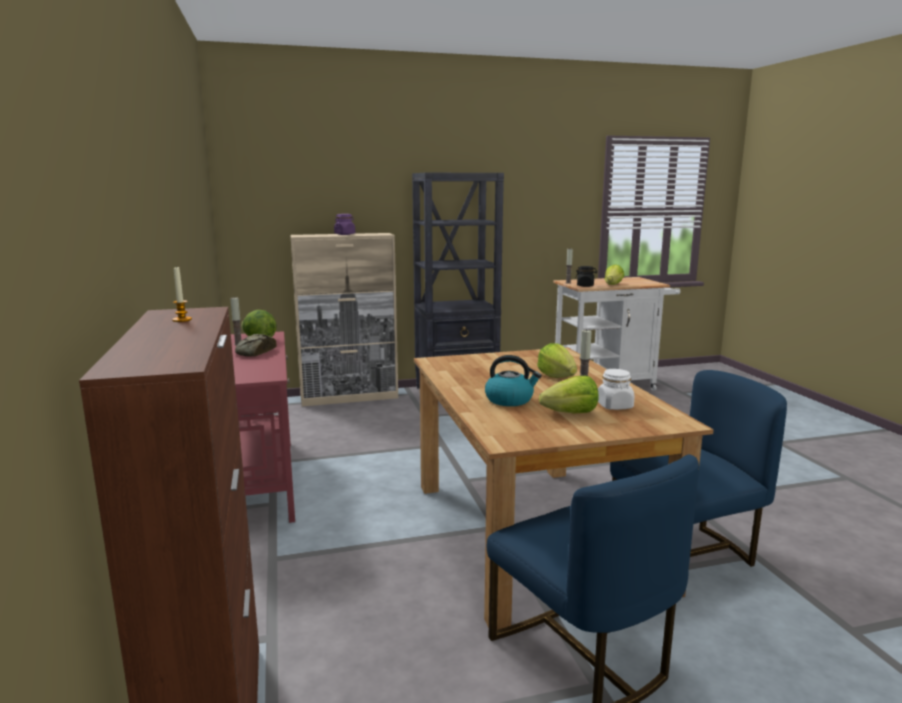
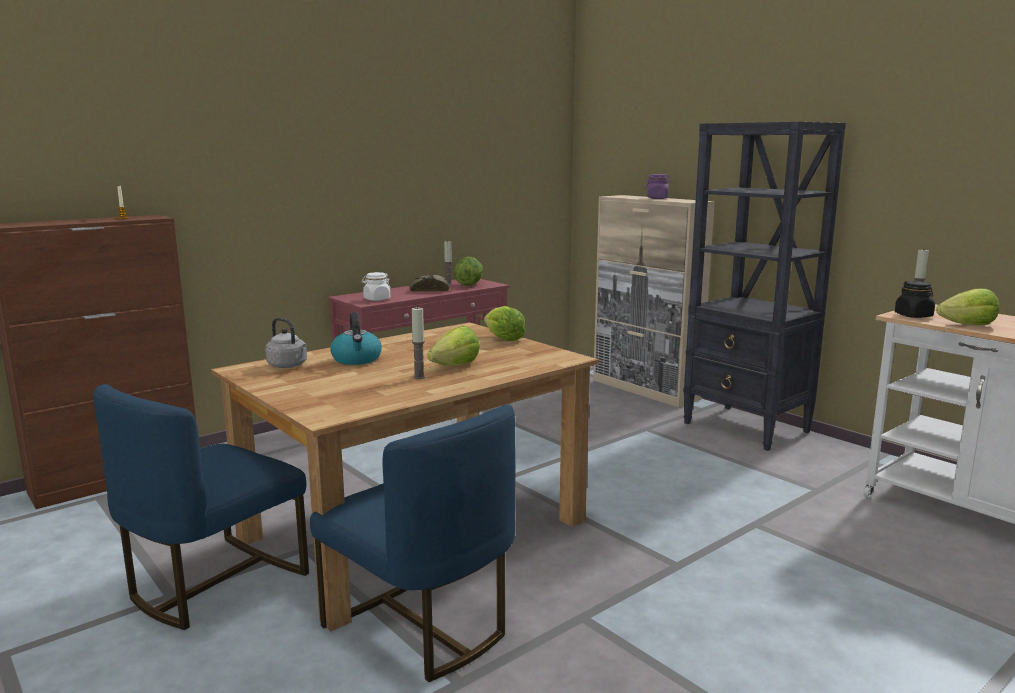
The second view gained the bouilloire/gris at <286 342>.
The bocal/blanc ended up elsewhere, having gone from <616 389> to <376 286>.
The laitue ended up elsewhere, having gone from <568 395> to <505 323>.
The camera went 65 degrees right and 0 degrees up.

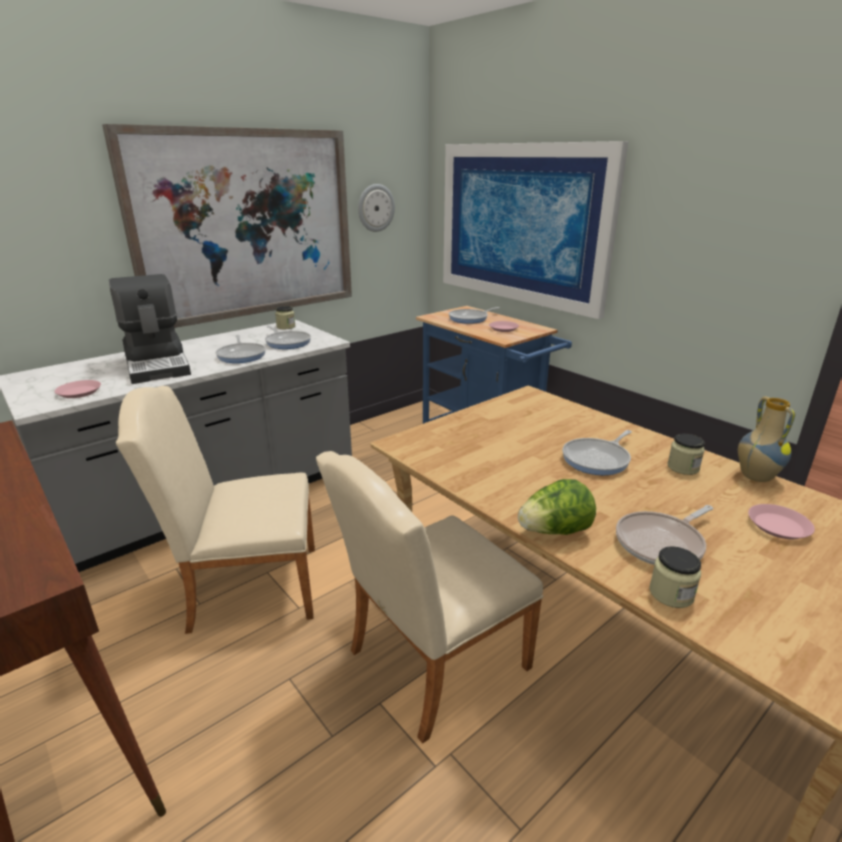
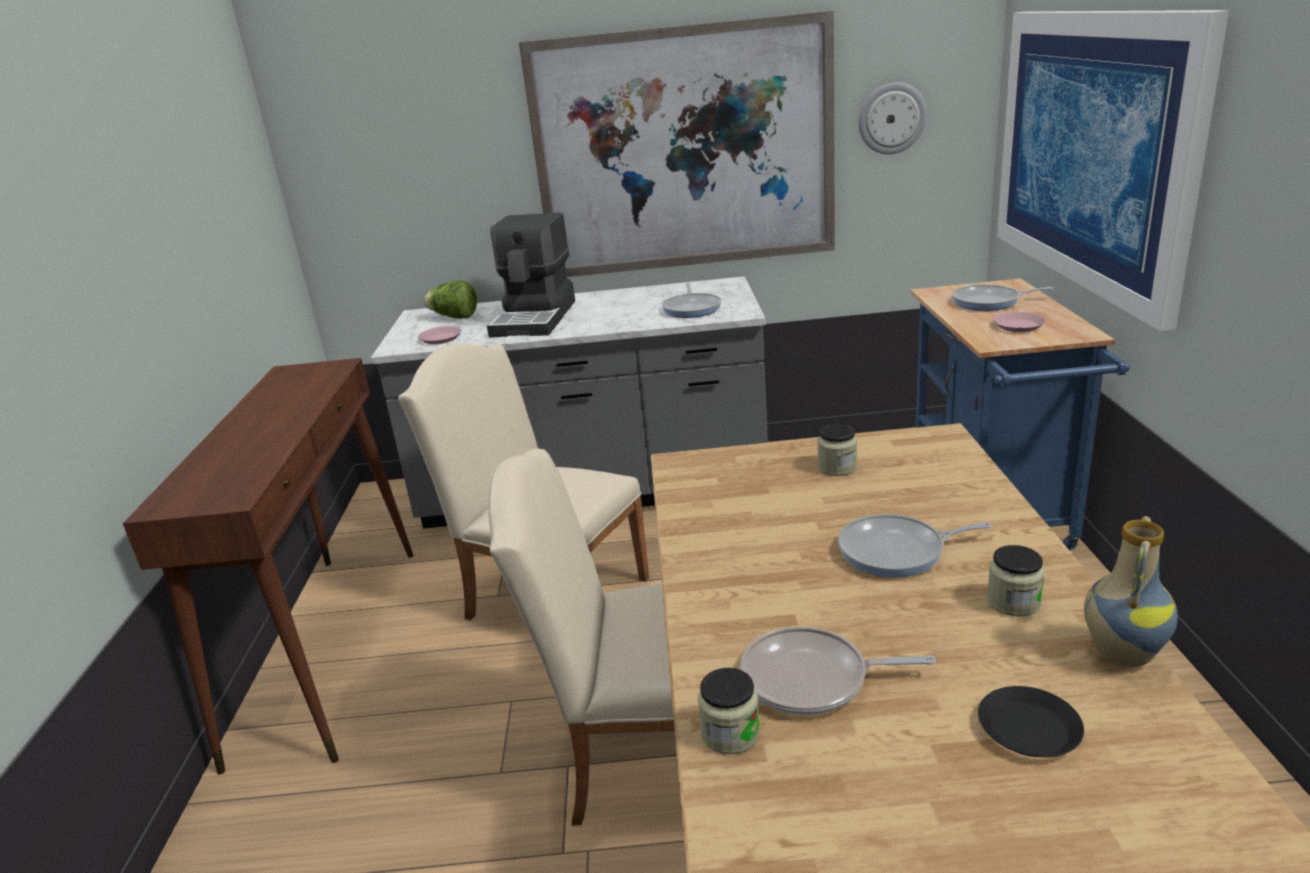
The laitue ended up elsewhere, having gone from <557 507> to <450 299>.
The bocal ended up elsewhere, having gone from <285 317> to <837 450>.
What was the assiette/rose at <781 521> turned into the assiette/noir at <1031 721>.
The second view lost the poêle at <241 349>.
The camera went 40 degrees right and 0 degrees up.

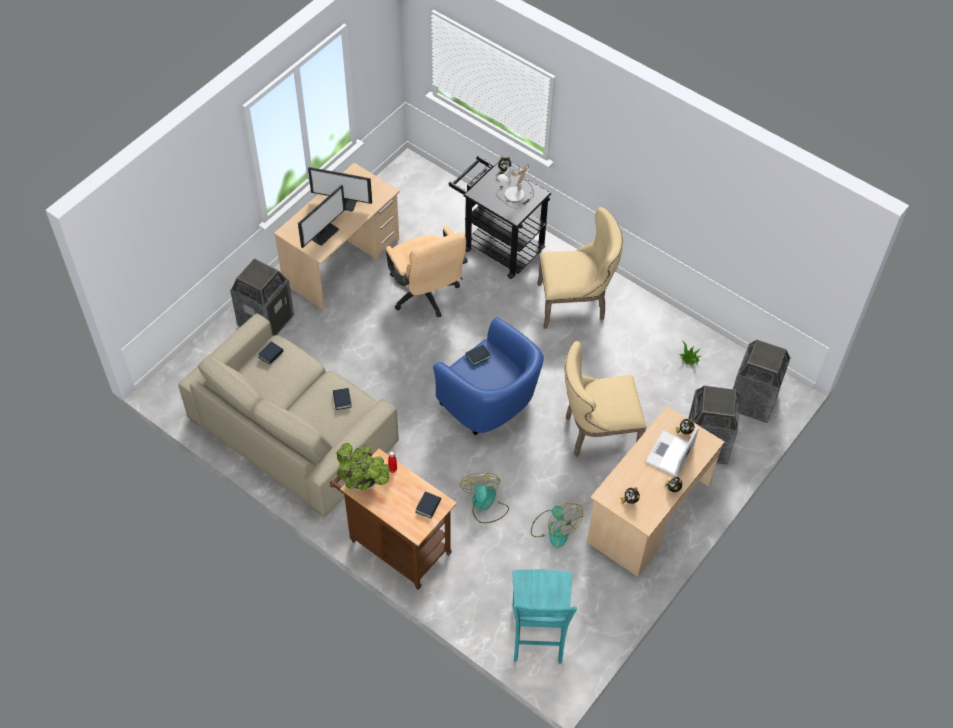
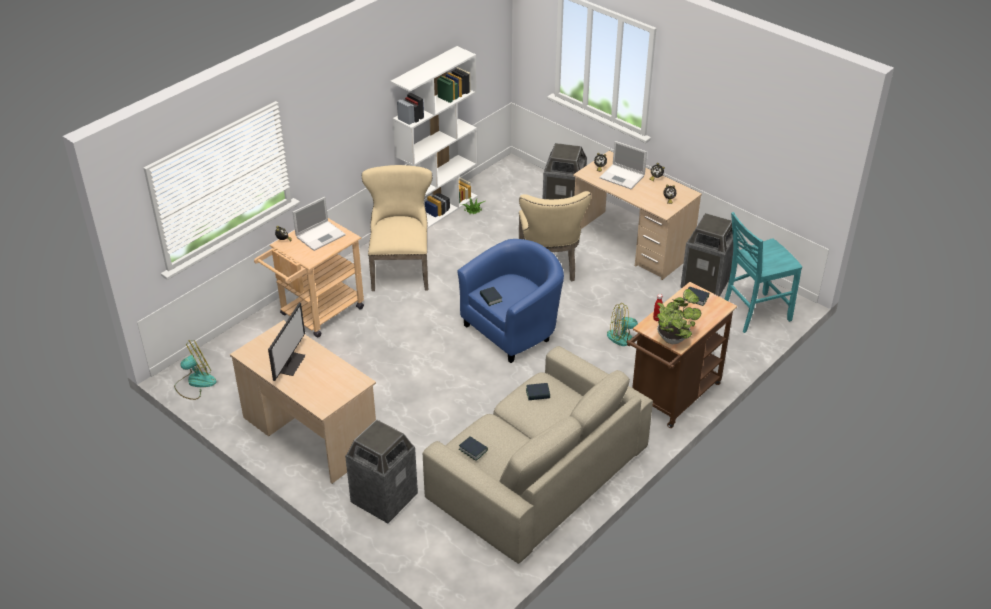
The ventilateur ended up elsewhere, having gone from <557 525> to <195 370>.
What was the chariot/noir at <500 217> turned into the chariot/beige at <309 278>.
Where the lampe de table stood at <515 186>, the ordinateur portable came to stand at <319 224>.
The second view gained the bibliothèque/blanc at <434 137>.
The poubelle ended up elsewhere, having gone from <762 381> to <706 255>.
The chaise/turquoise at <544 616> ended up facing another way, 150 degrees clockwise from before.
The second view lost the écran d'ordinateur at <321 216>.
The second view lost the chaise de bureau/beige at <427 271>.
The camera went 85 degrees left and 15 degrees down.

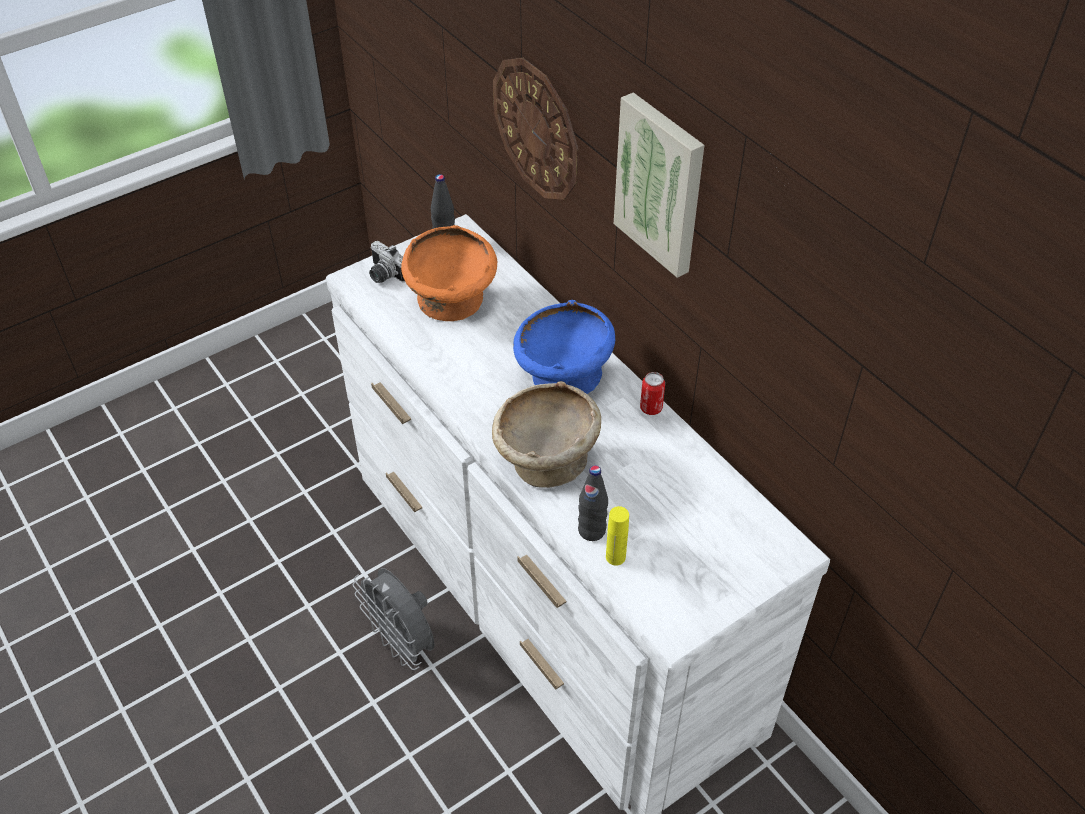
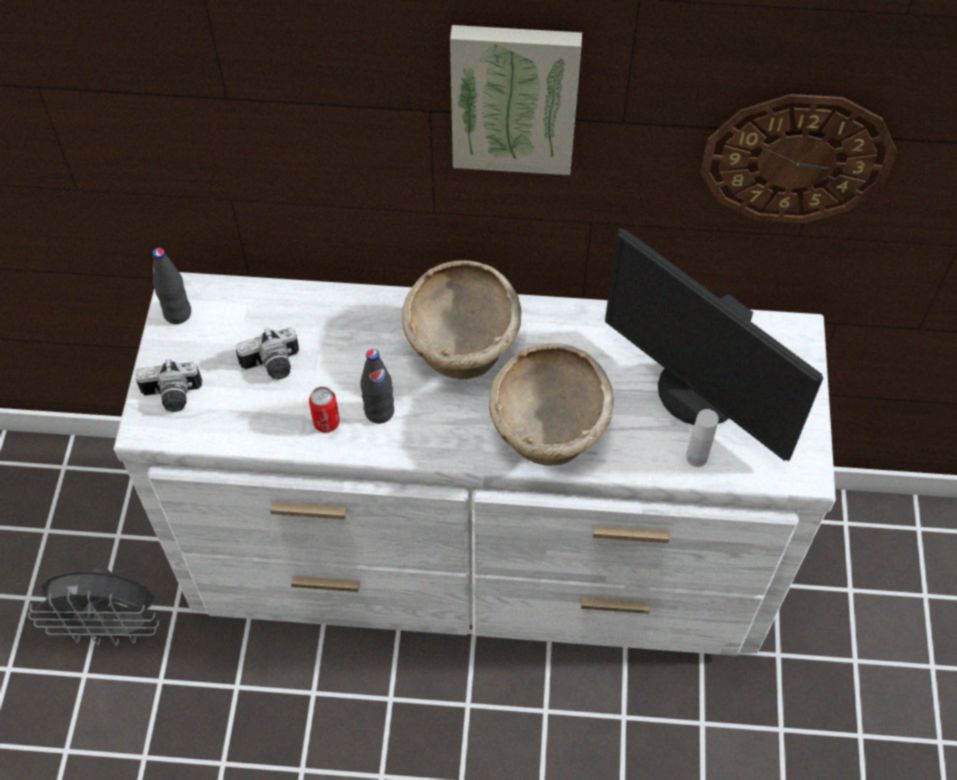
The ventilateur/gris ended up elsewhere, having gone from <394 619> to <93 607>.
Where the bol/orange stood at <449 273>, the appareil photo came to stand at <267 353>.
The boîte métallique ended up elsewhere, having gone from <652 393> to <324 410>.
The bouteille/noir ended up elsewhere, having gone from <593 503> to <377 386>.
What was the bol/bleu at <564 347> turned into the bol/beige at <461 319>.
The second view gained the écran d'ordinateur at <714 344>.
What was the bouteille/jaune at <617 536> turned into the bouteille/blanc at <702 438>.
The horloge murale ended up elsewhere, having gone from <536 129> to <799 158>.
The camera went 50 degrees left and 10 degrees up.

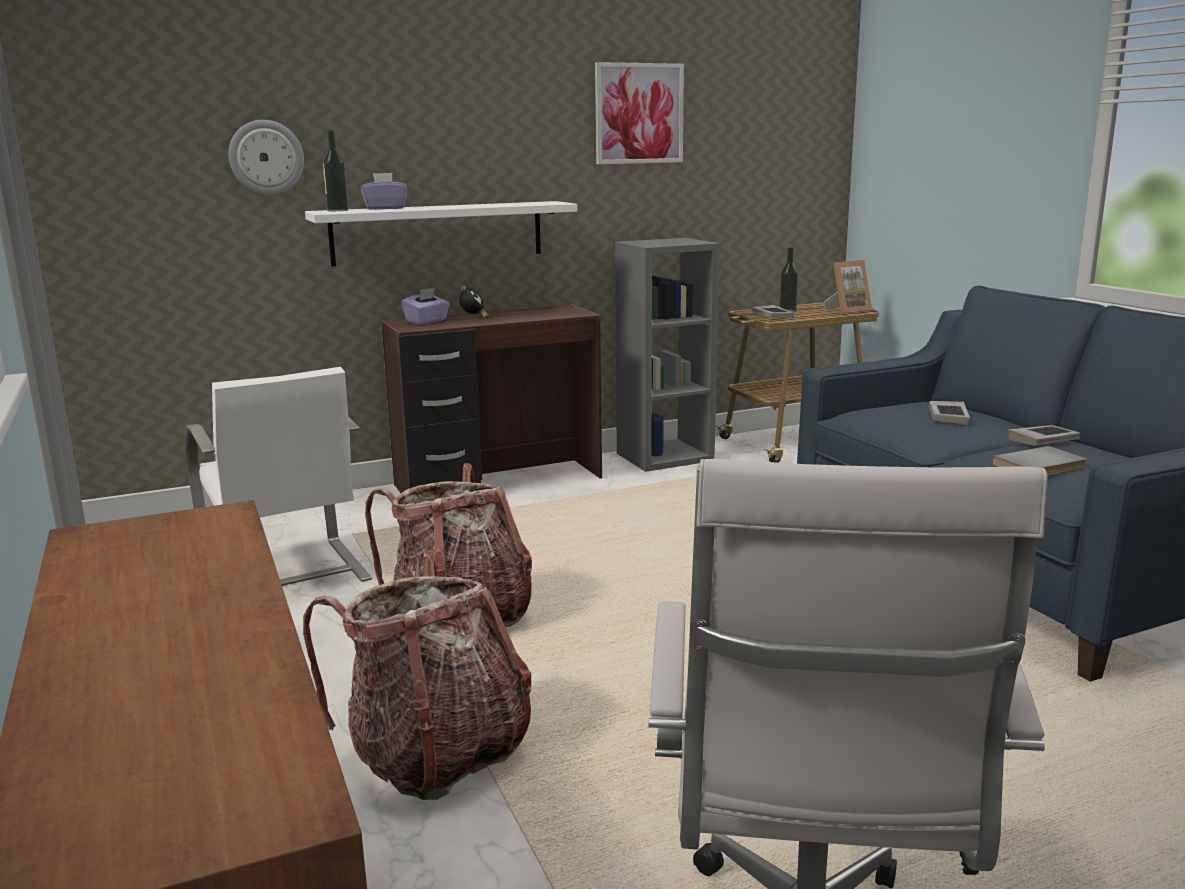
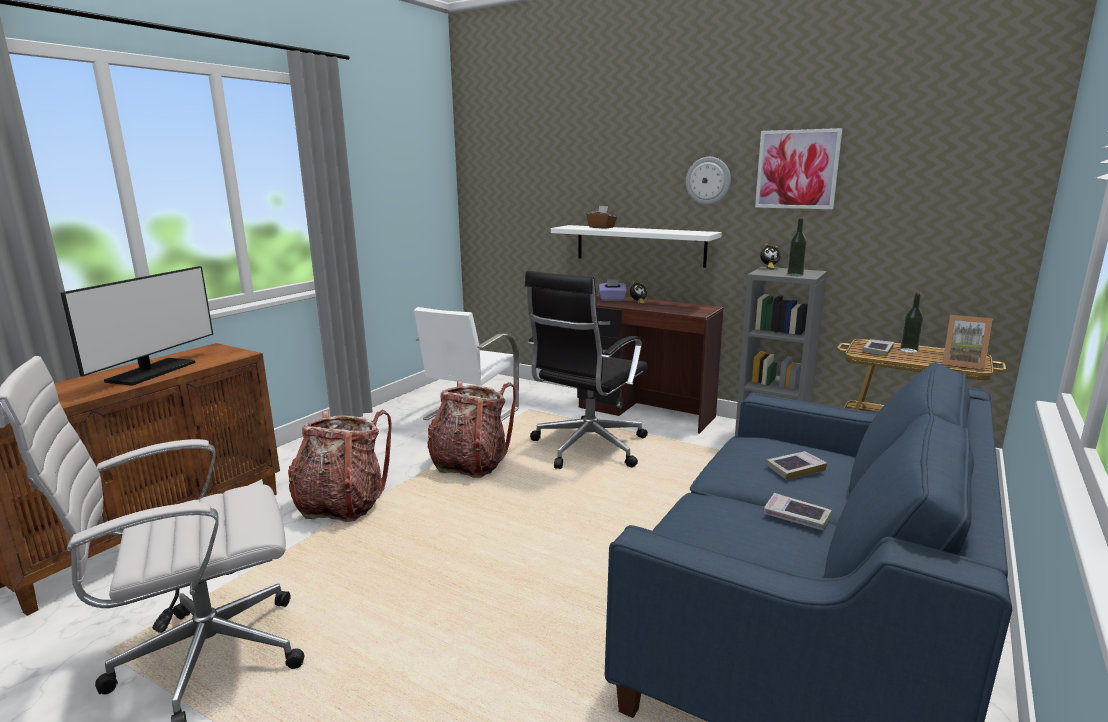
The second view gained the écran d'ordinateur at <136 326>.
The second view gained the chaise de bureau/noir at <586 369>.
What was the boîte à mouchoirs/violet at <384 191> turned into the boîte à mouchoirs/marron at <601 217>.
The horloge murale ended up elsewhere, having gone from <266 157> to <708 181>.
The second view gained the réveil at <770 256>.
The bouteille ended up elsewhere, having gone from <336 170> to <797 247>.
The second view lost the livre/gris at <1039 461>.
The camera went 55 degrees right and 0 degrees up.

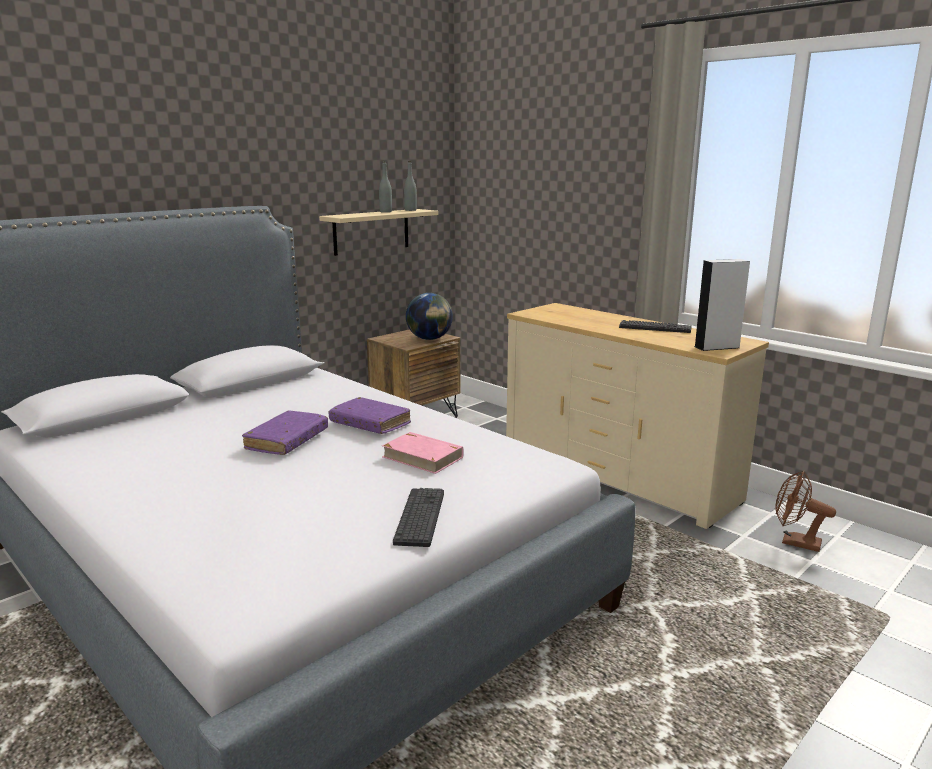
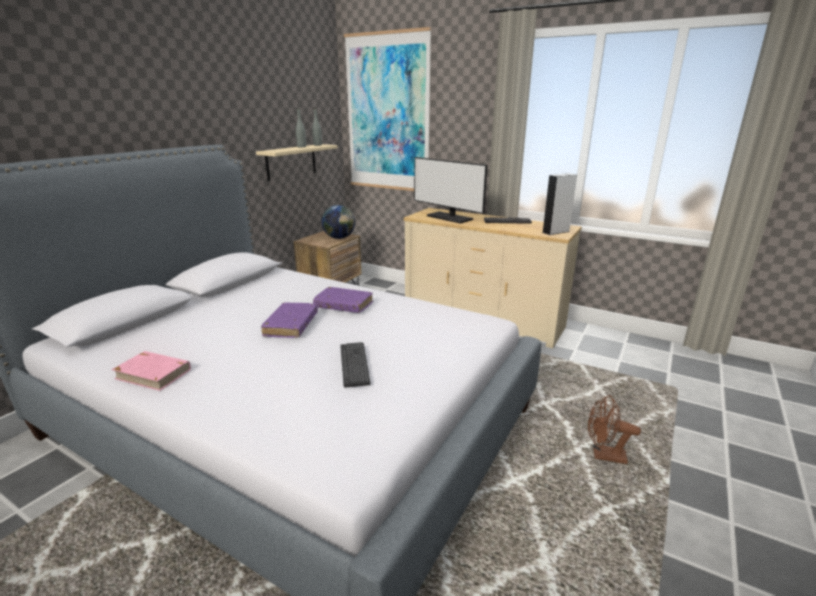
The livre/rose ended up elsewhere, having gone from <423 453> to <151 371>.
The clavier ended up elsewhere, having gone from <418 517> to <355 365>.
The second view gained the tableau at <388 109>.
The second view gained the écran d'ordinateur at <450 190>.
The ventilateur/marron ended up elsewhere, having gone from <805 511> to <614 429>.
The camera went 15 degrees left and 5 degrees up.

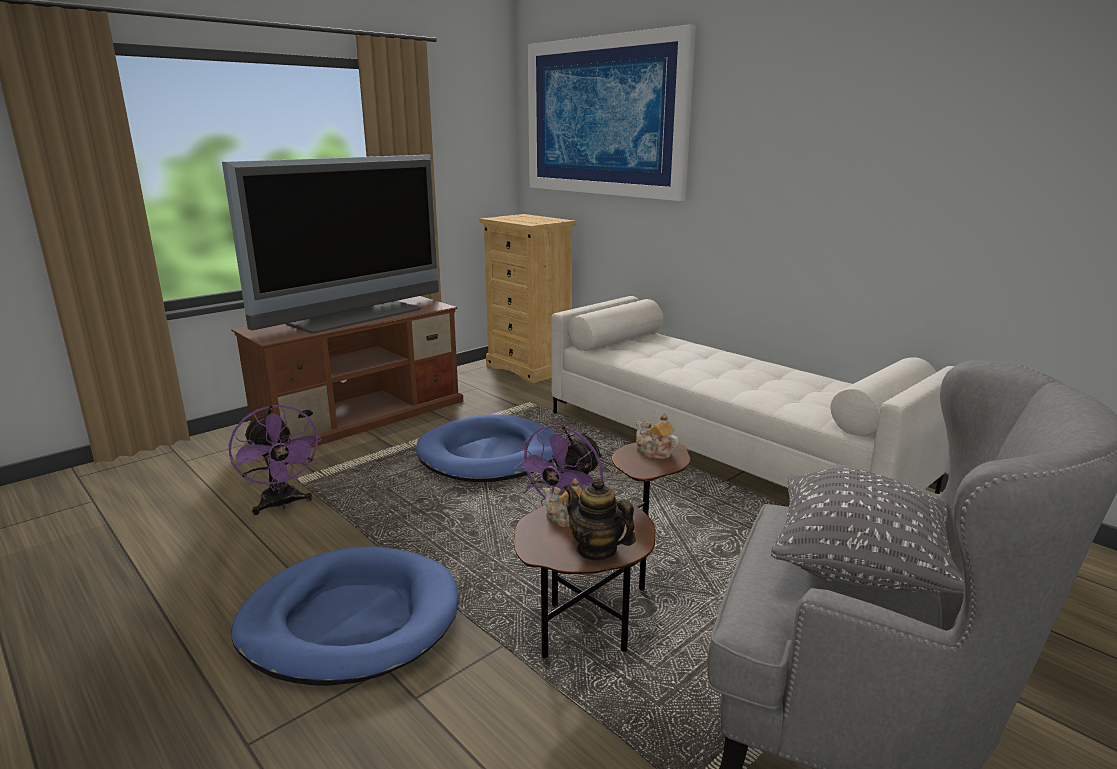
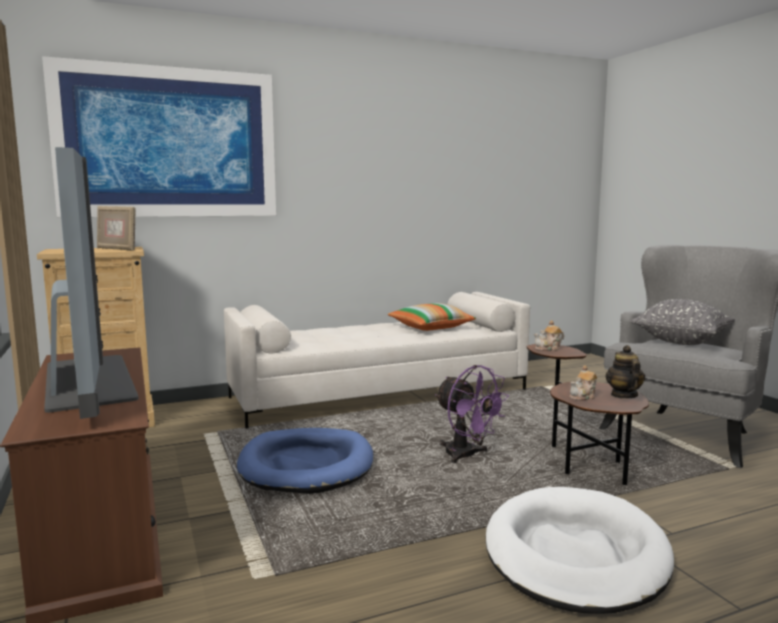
The second view gained the cadre photo at <116 228>.
The second view gained the coussin at <432 317>.
What was the panier pour chien/bleu at <344 616> turned into the panier pour chien/blanc at <580 550>.
The théière at <599 519> ended up facing another way, 120 degrees clockwise from before.
The second view lost the ventilateur/violet at <275 460>.
The camera went 70 degrees left and 10 degrees down.

